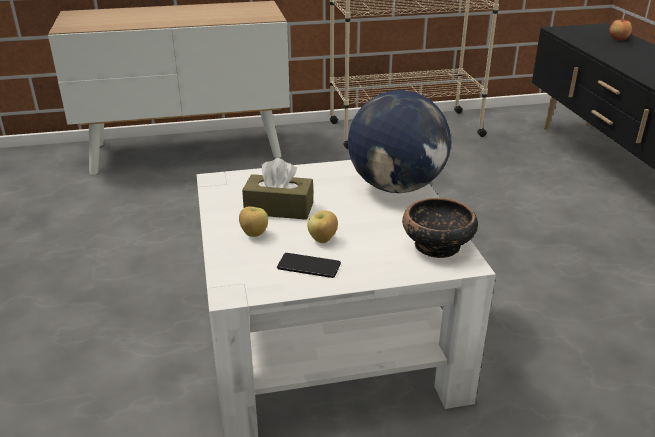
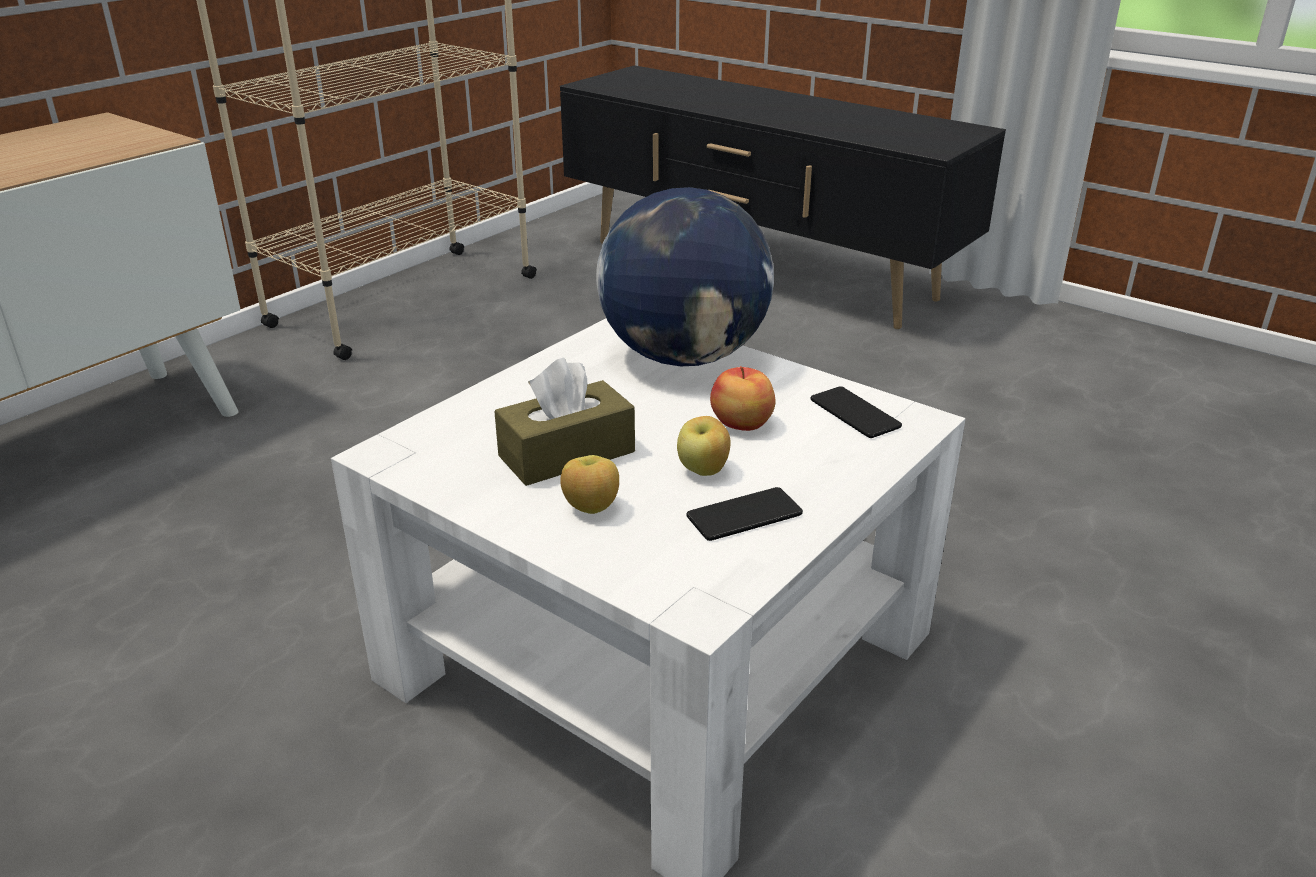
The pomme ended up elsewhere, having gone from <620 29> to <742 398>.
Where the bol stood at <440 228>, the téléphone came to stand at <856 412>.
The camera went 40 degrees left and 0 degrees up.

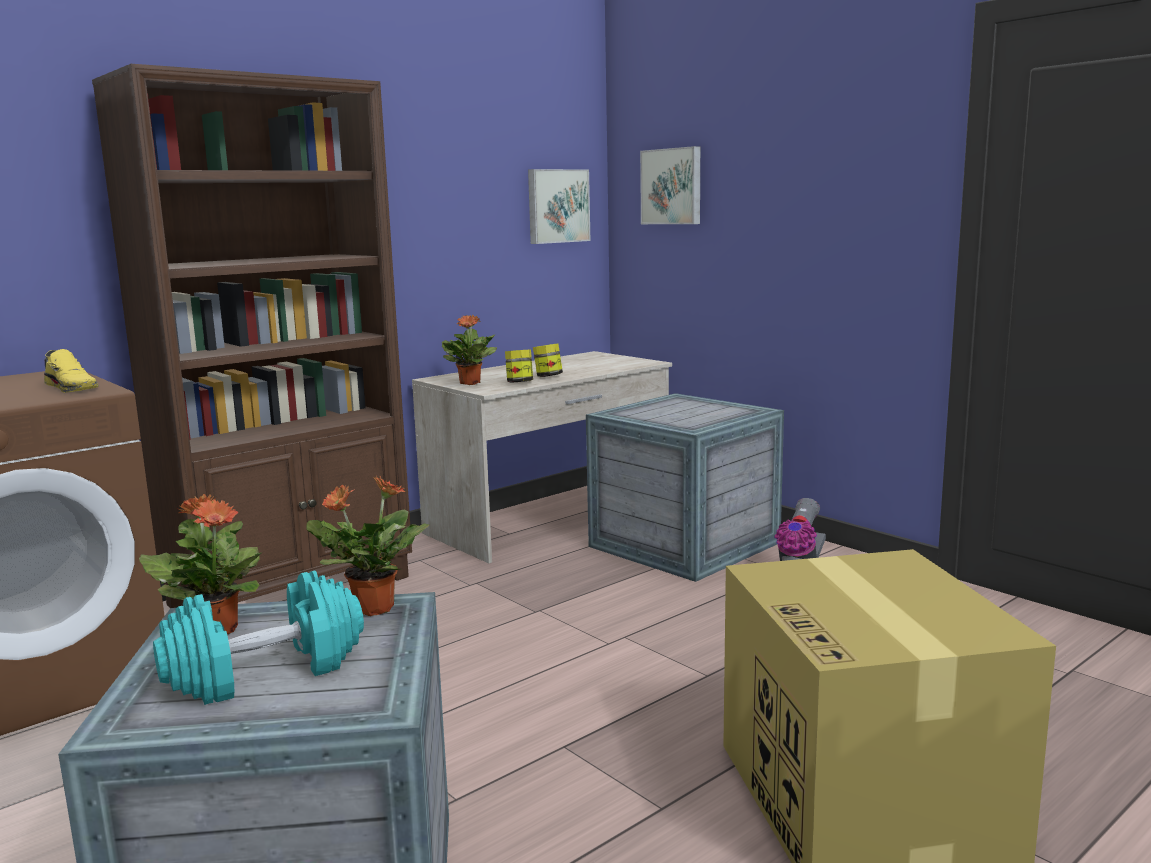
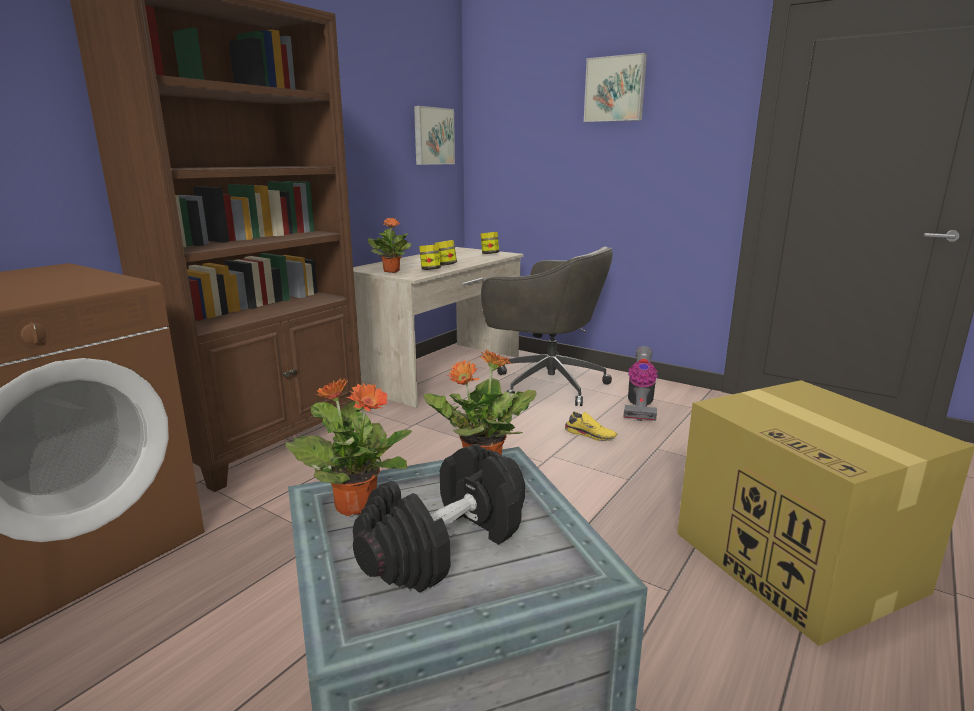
What was the haltère/turquoise at <258 637> turned into the haltère/noir at <439 518>.
The second view gained the bocal at <489 243>.
Where the caisse stood at <685 487>, the chaise de bureau/gris came to stand at <547 326>.
The chaussure/jaune ended up elsewhere, having gone from <71 371> to <590 426>.
The tableau ended up elsewhere, having gone from <670 185> to <615 87>.
The camera went 15 degrees left and 5 degrees up.

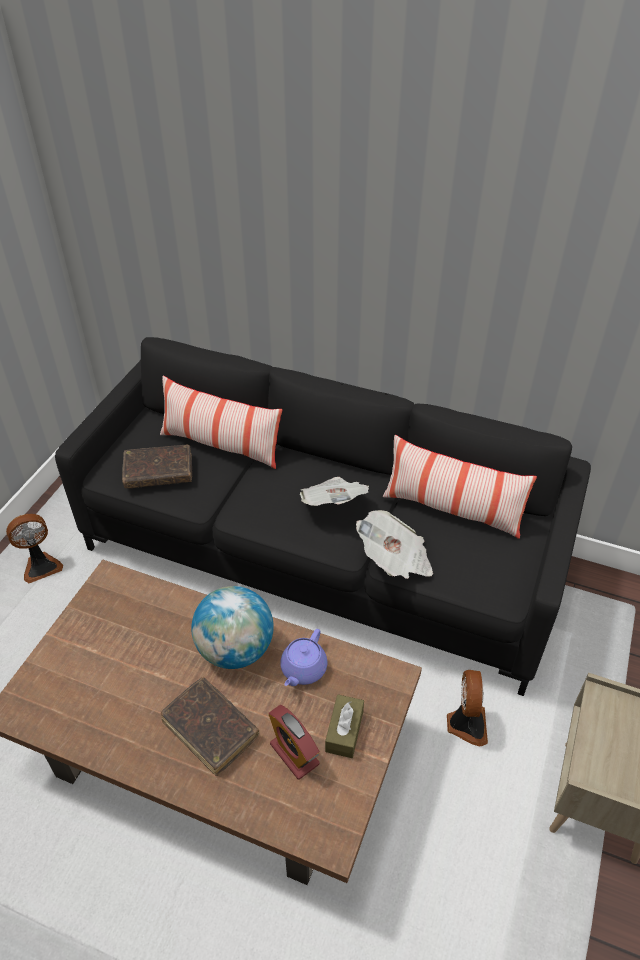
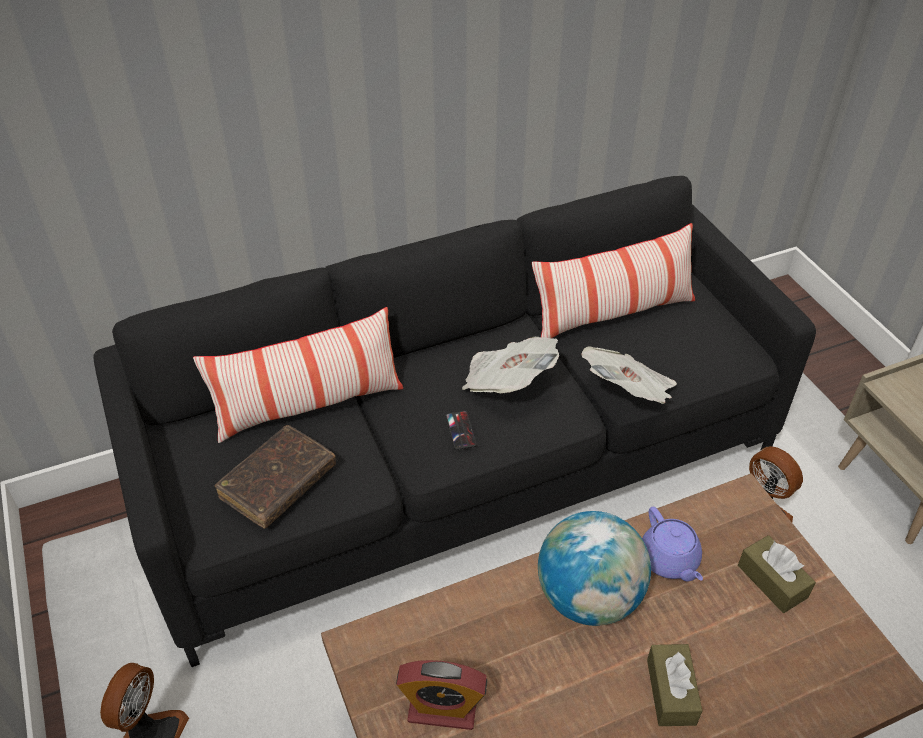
The réveil ended up elsewhere, having gone from <293 742> to <441 695>.
The second view gained the téléphone at <461 430>.
Where the livre/marron stood at <210 726>, the boîte à mouchoirs/marron came to stand at <674 685>.
The camera went 45 degrees left and 0 degrees up.

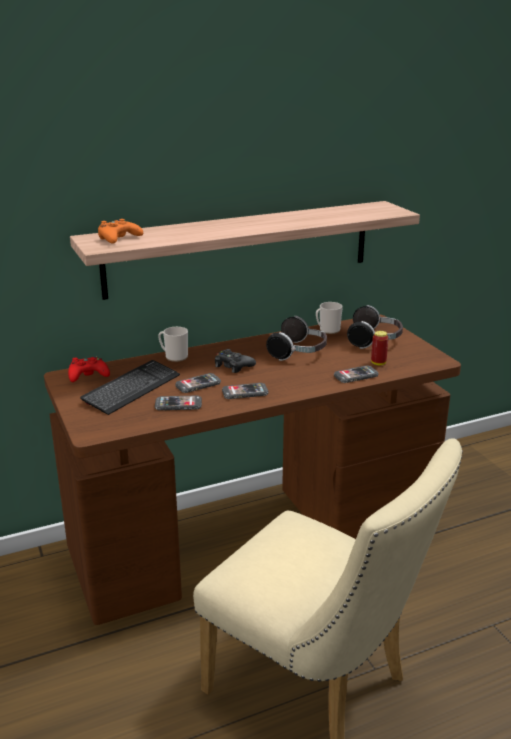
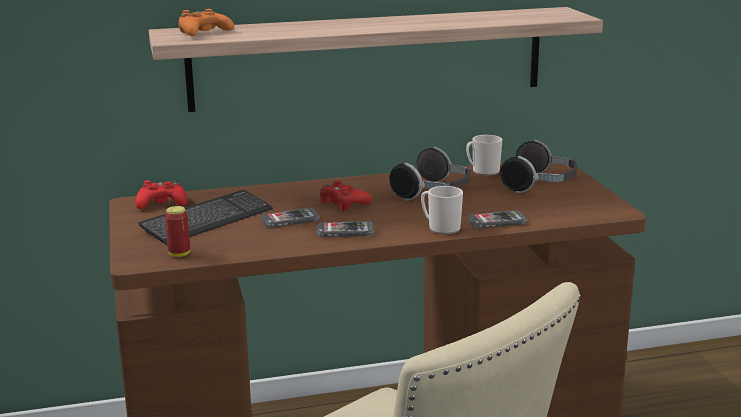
The boîte métallique ended up elsewhere, having gone from <379 348> to <177 231>.
What was the manette/noir at <235 361> turned into the manette/rouge at <346 195>.
The mug ended up elsewhere, having gone from <173 344> to <442 210>.
The second view lost the téléphone at <178 403>.
The camera went 10 degrees right and 5 degrees down.

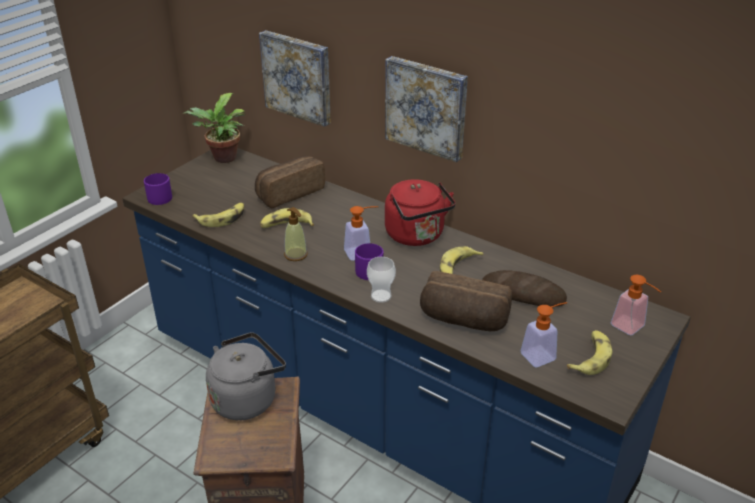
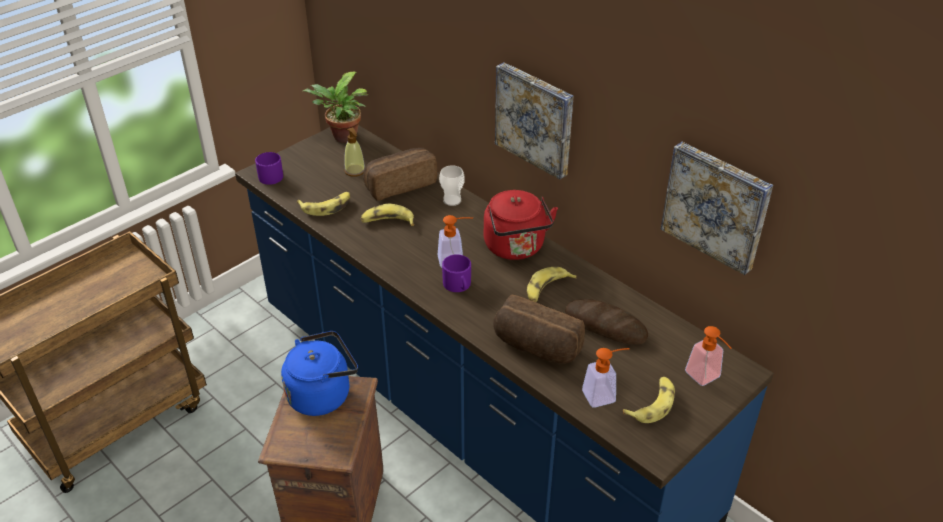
What was the bouilloire/gris at <246 376> turned into the bouilloire/bleu at <319 373>.
The distributeur de savon ended up elsewhere, having gone from <296 234> to <354 152>.
The tasse ended up elsewhere, having gone from <381 280> to <452 185>.
The tableau ended up elsewhere, having gone from <295 78> to <717 208>.
The camera went 10 degrees right and 5 degrees up.

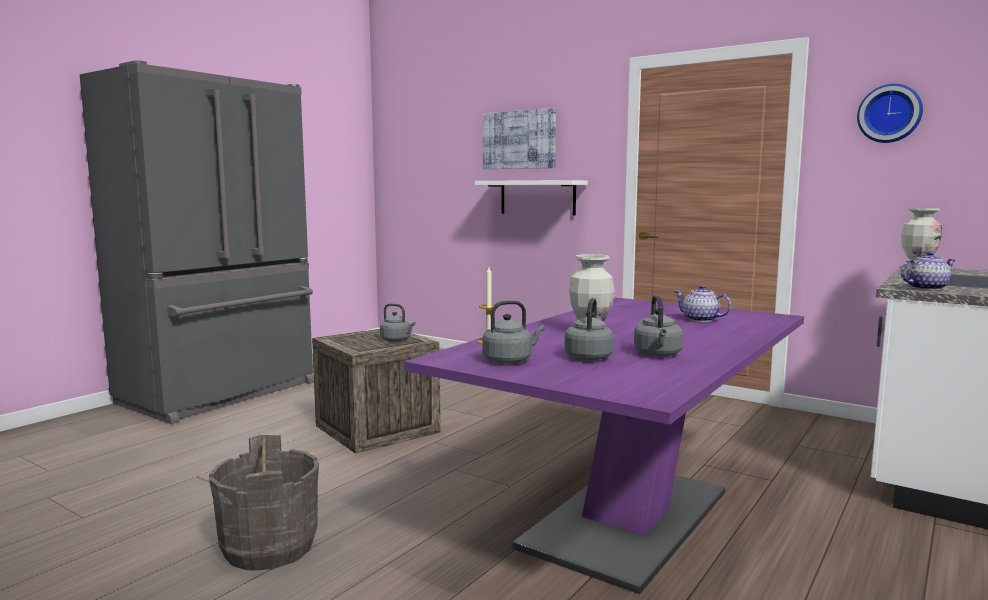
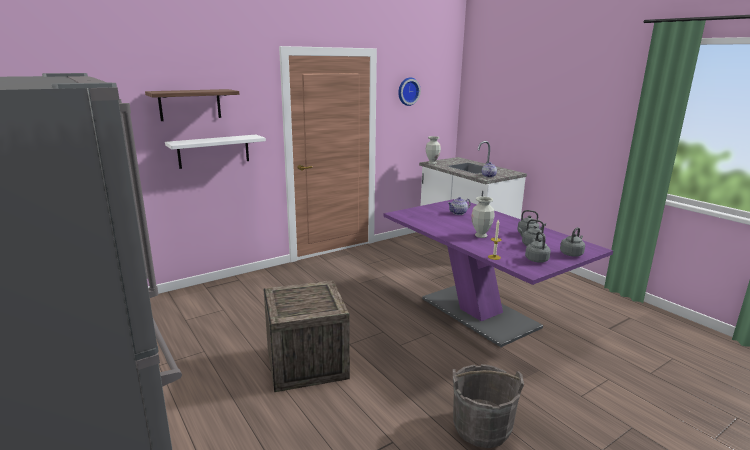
Where the tableau hung at <519 138>, the étagère came to hang at <192 105>.
The bouilloire/gris ended up elsewhere, having gone from <397 322> to <572 242>.
The camera went 70 degrees left and 10 degrees up.

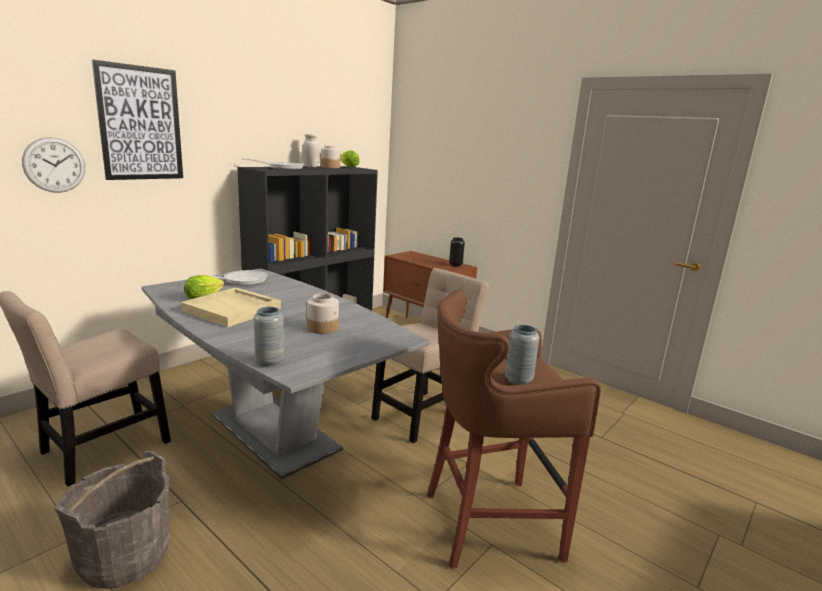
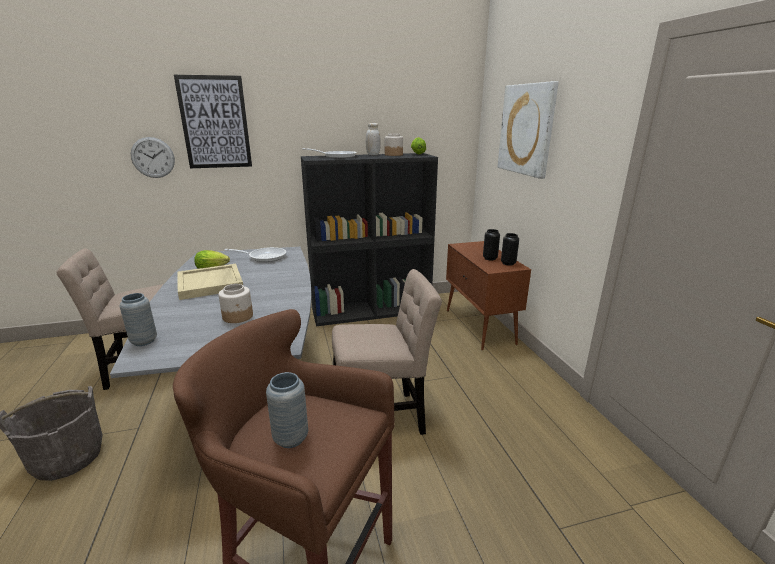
The second view gained the vase/noir at <491 244>.
The second view gained the tableau at <528 130>.
The camera went 35 degrees right and 5 degrees up.

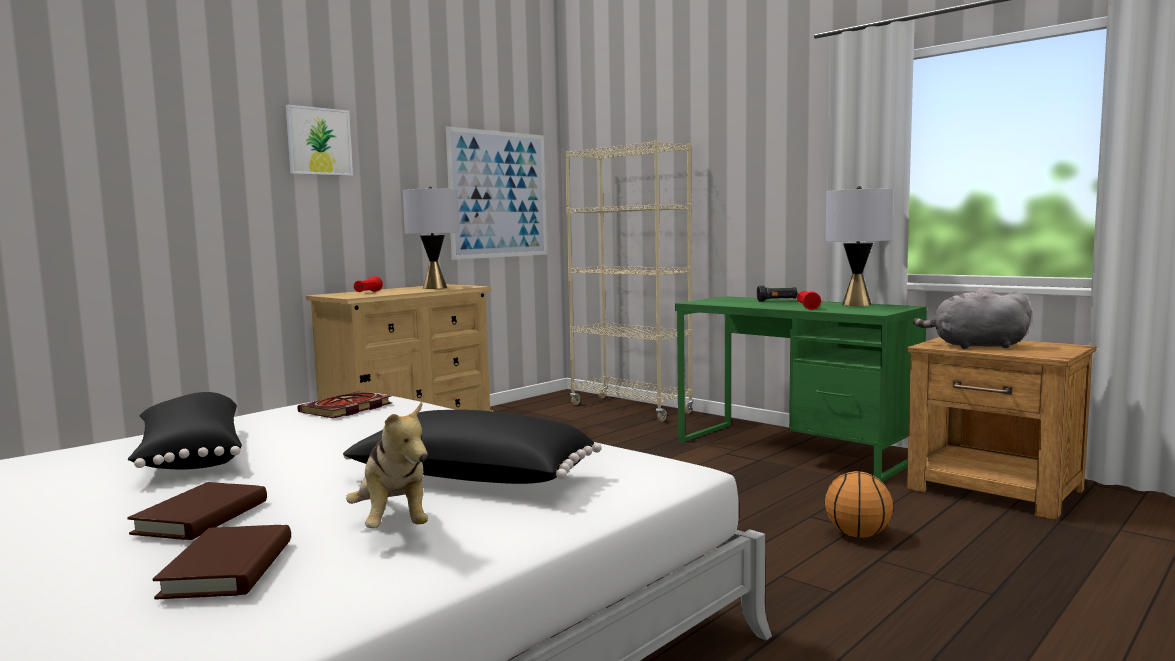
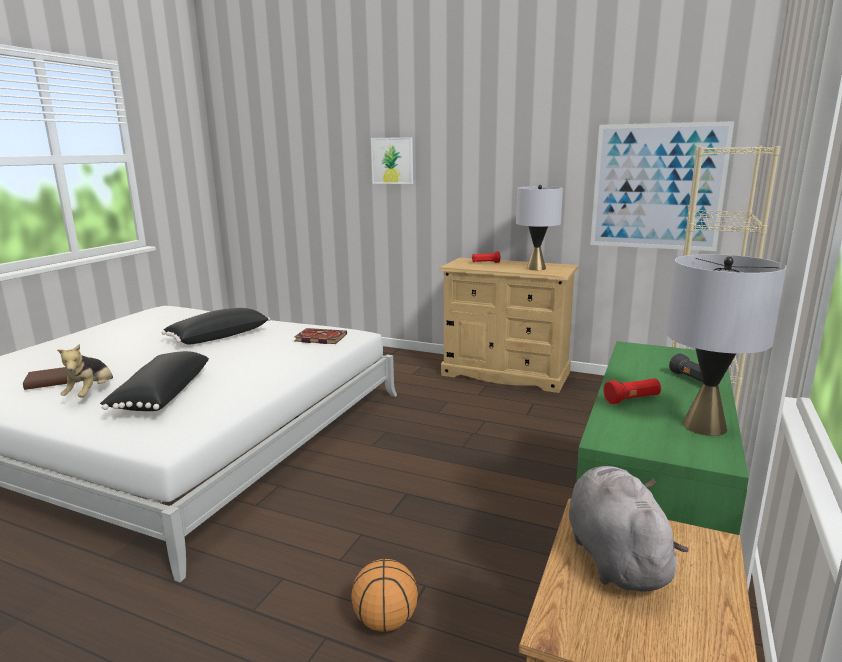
The peluche at <387 465> ended up facing another way, 45 degrees counterclockwise from before.
The tableau ended up elsewhere, having gone from <319 140> to <392 160>.
The second view lost the livre/marron at <197 511>.
The camera went 70 degrees right and 10 degrees up.

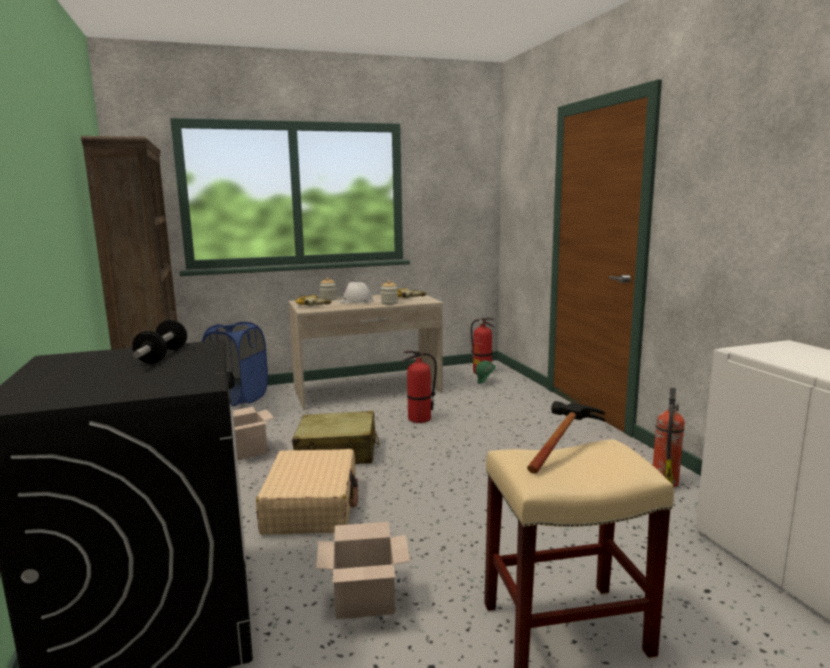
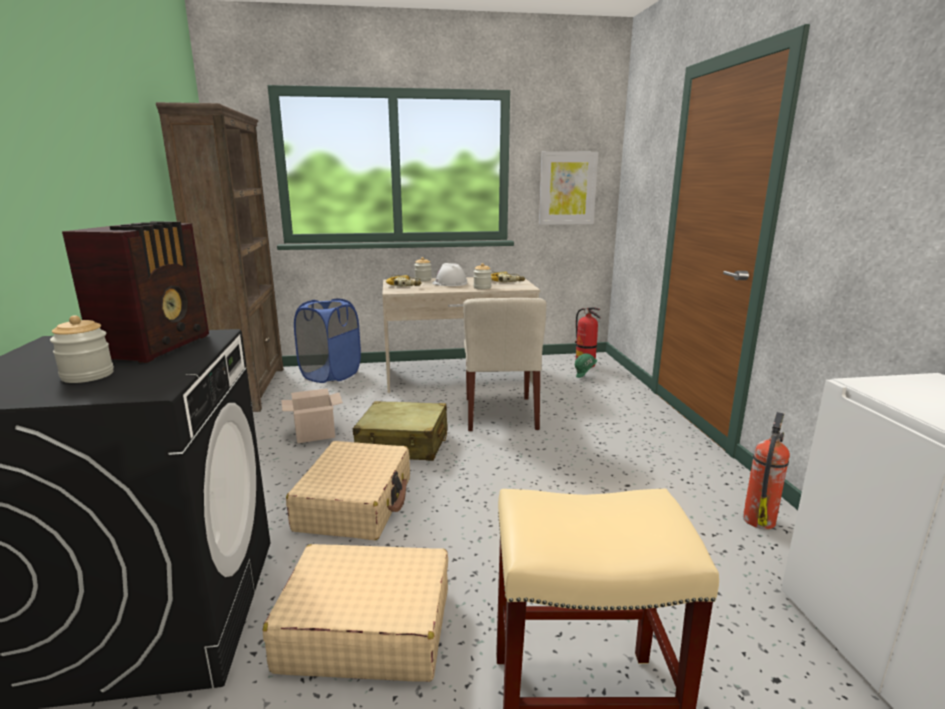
The second view gained the bocal at <82 349>.
Where the haltère stood at <159 342>, the radio came to stand at <135 292>.
Where the carton stood at <363 570>, the valise/beige came to stand at <355 613>.
Where the extincteur stood at <419 387>, the chaise/beige came to stand at <504 364>.
The second view gained the tableau at <568 188>.
The second view lost the marteau at <566 437>.
The camera went 10 degrees right and 5 degrees up.

